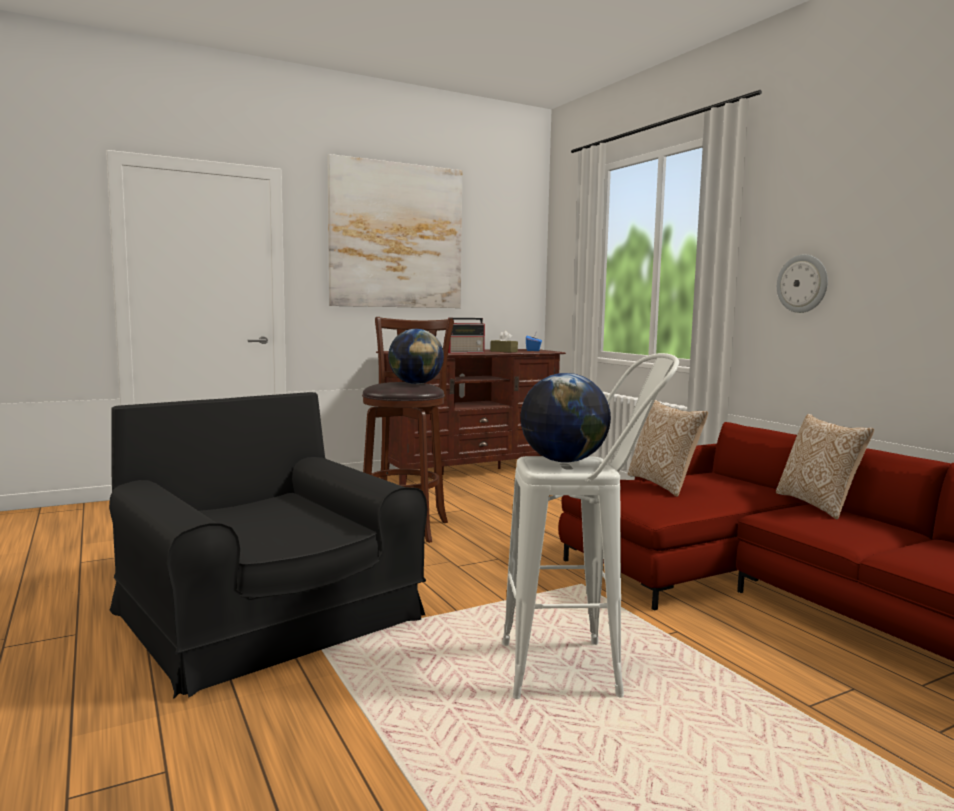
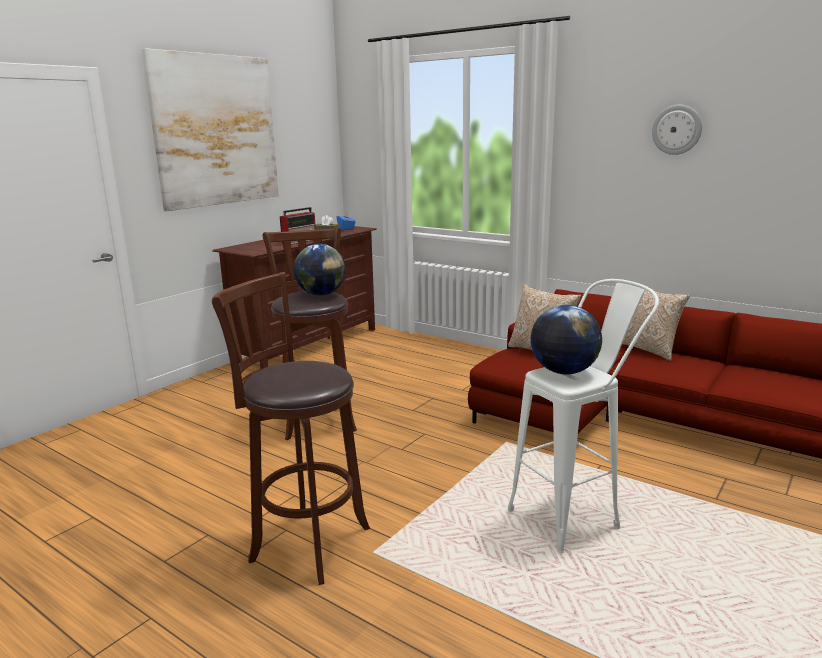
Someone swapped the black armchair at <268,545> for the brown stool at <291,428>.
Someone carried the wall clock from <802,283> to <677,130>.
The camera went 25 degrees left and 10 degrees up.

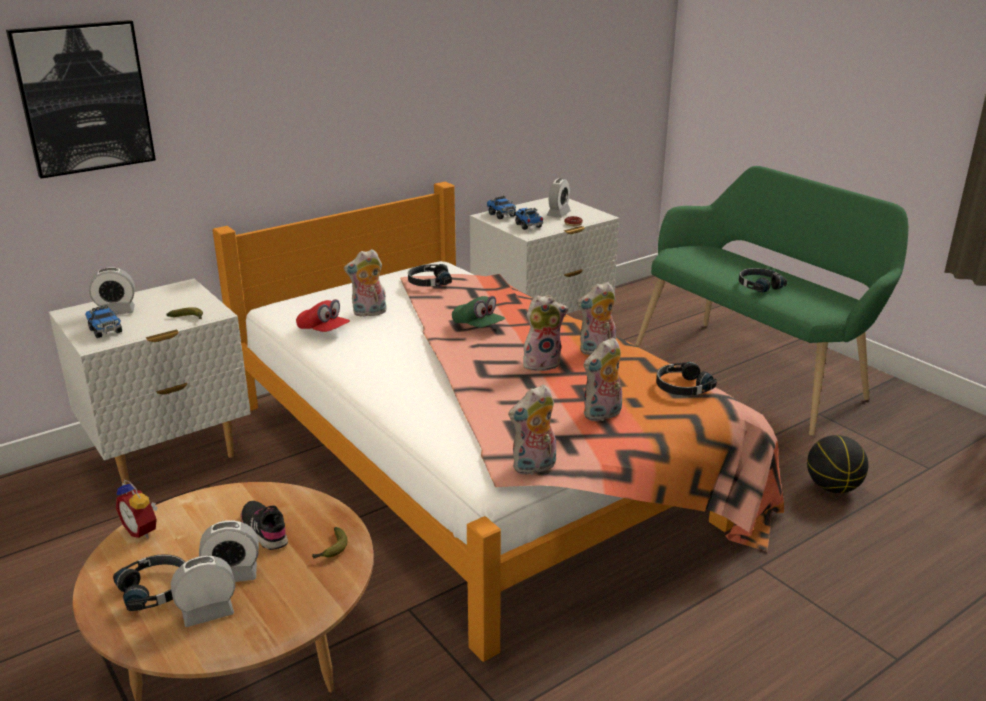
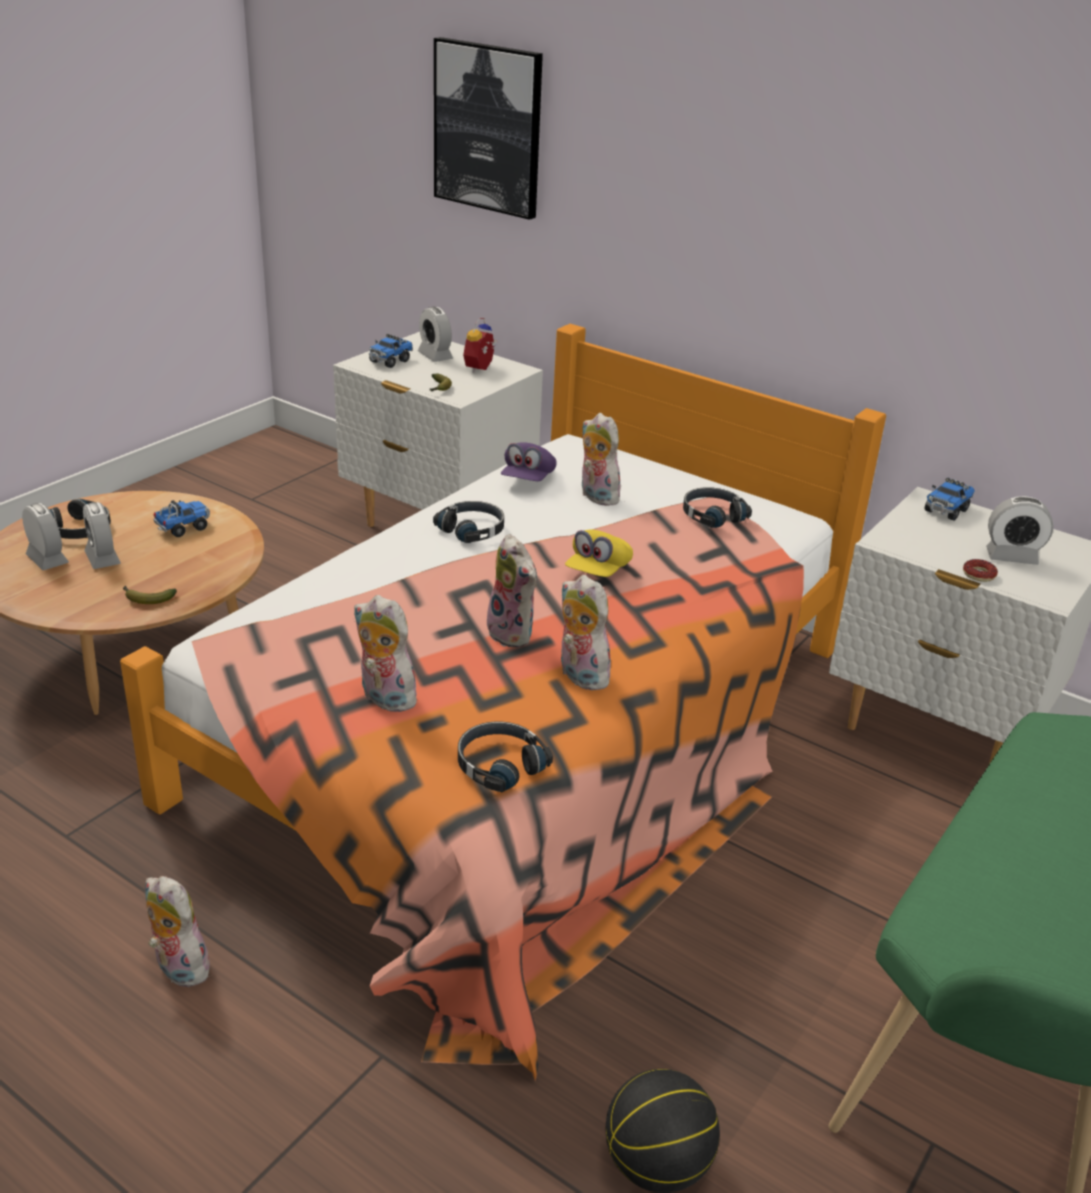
Someone carried the alarm clock from <137,509> to <480,345>.
Someone took away the black shoe at <264,525>.
Someone repainted the red cap at <323,315>, which became the purple cap at <529,461>.
Someone repainted the green cap at <478,312>, which became the yellow cap at <599,553>.
Someone carried the plush toy from <532,430> to <177,931>.
Someone carried the toy truck from <529,219> to <181,518>.
Someone carried the black headphones from <763,280> to <468,522>.
The camera went 70 degrees right and 5 degrees up.

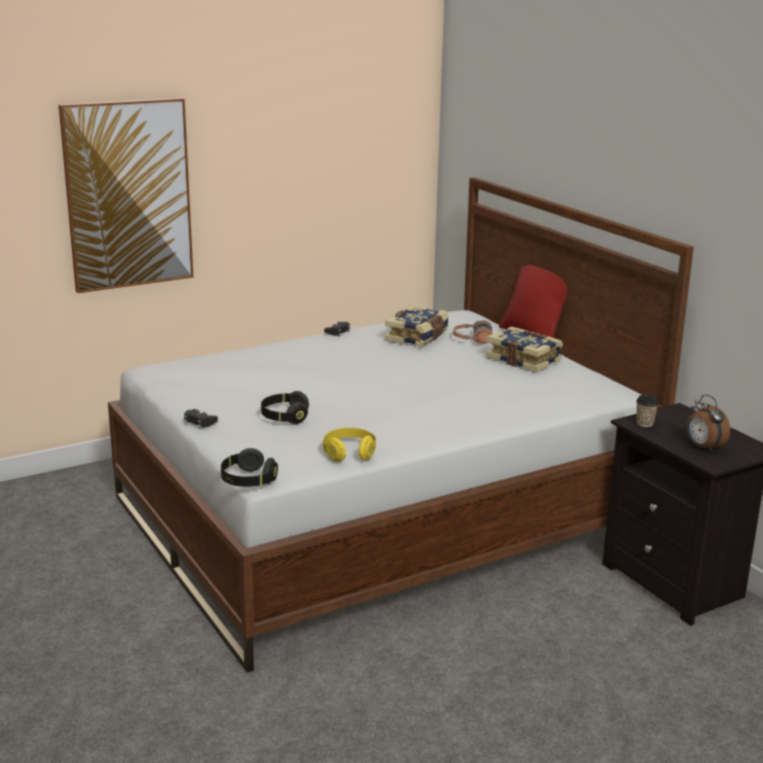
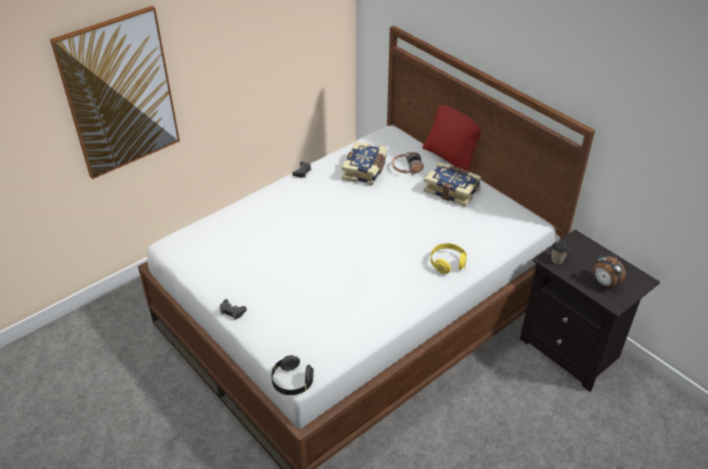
Someone took away the black headphones at <285,407>.
Someone carried the yellow headphones from <349,445> to <449,258>.
The camera went 10 degrees left and 20 degrees up.

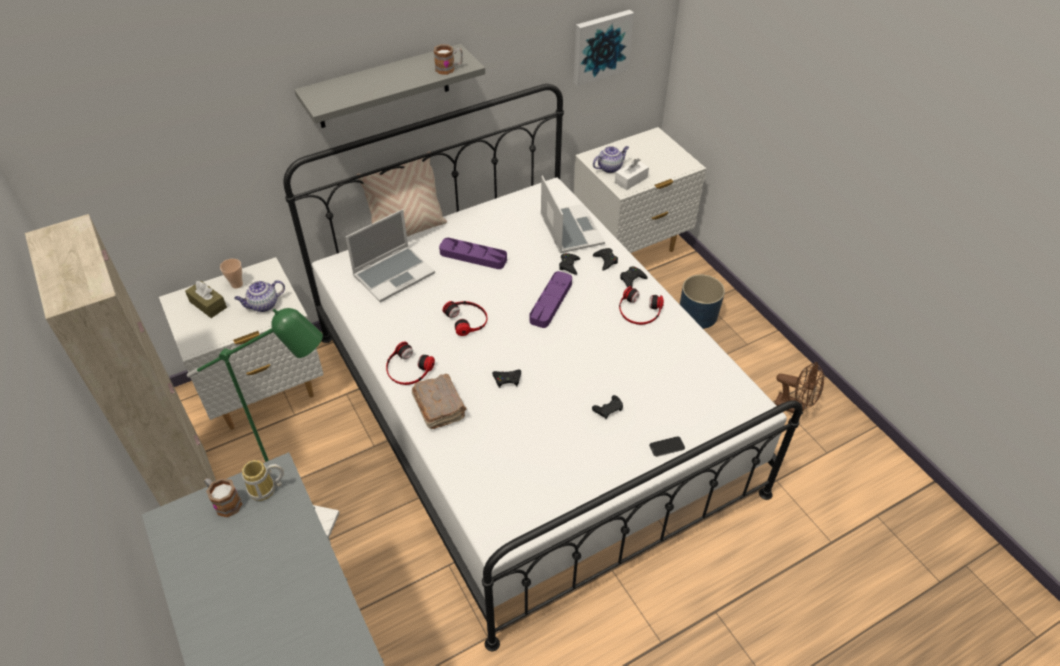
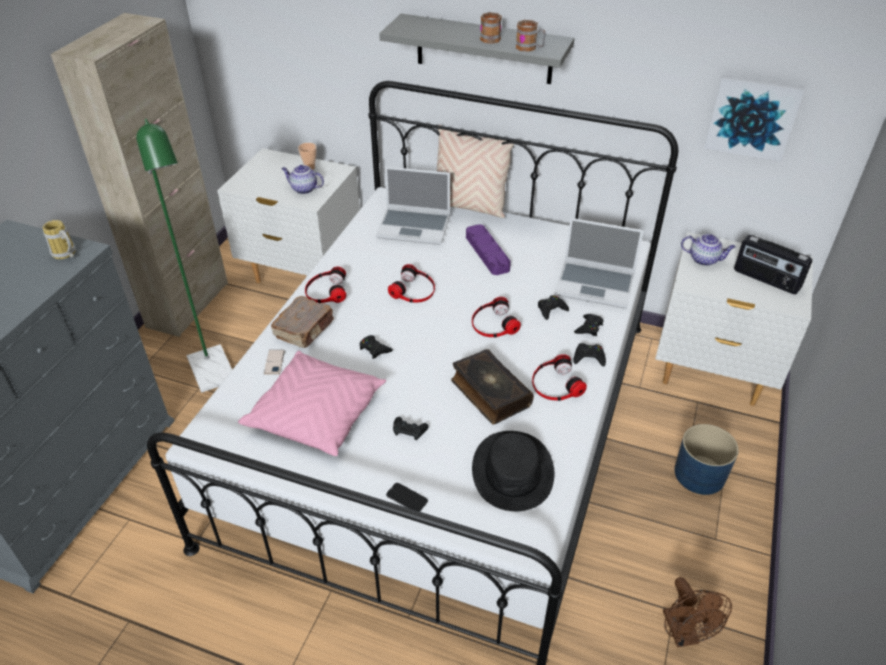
Someone took away the brown tissue box at <206,299>.
Someone carried the mug from <223,498> to <491,28>.
Someone swapped the purple tray at <551,299> for the headphones at <496,317>.
Someone rotated the laptop at <572,214> by 75 degrees clockwise.
Someone took away the white tissue box at <632,174>.
Someone put down the pink pillow at <312,403>.
Someone put down the phone at <274,362>.
Someone put down the book at <492,386>.
Someone put down the black hat at <513,471>.
Someone put down the radio at <773,264>.
The camera went 50 degrees right and 5 degrees down.

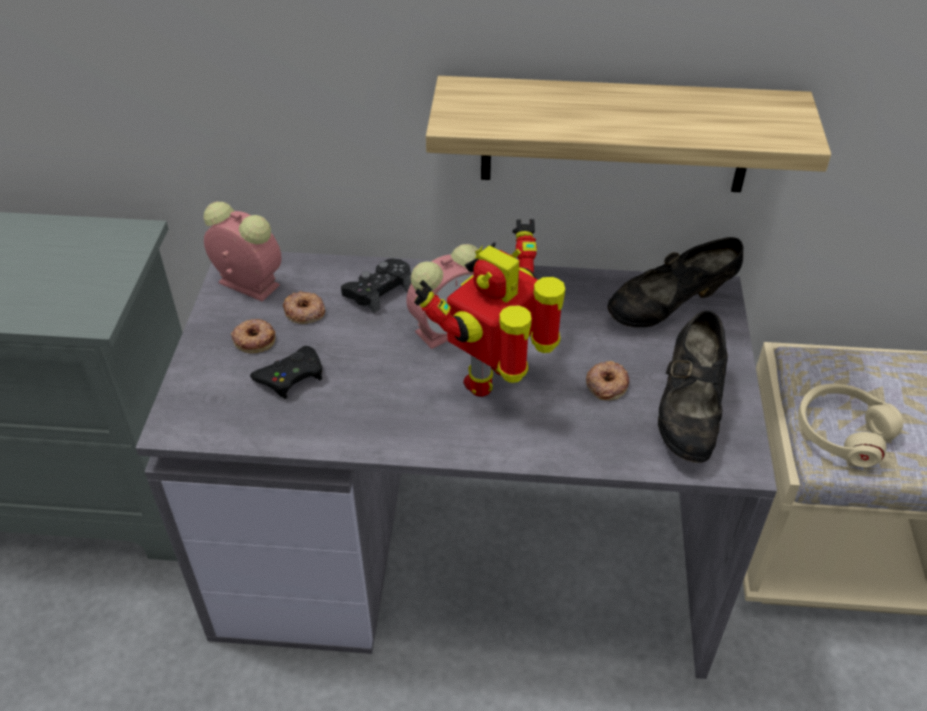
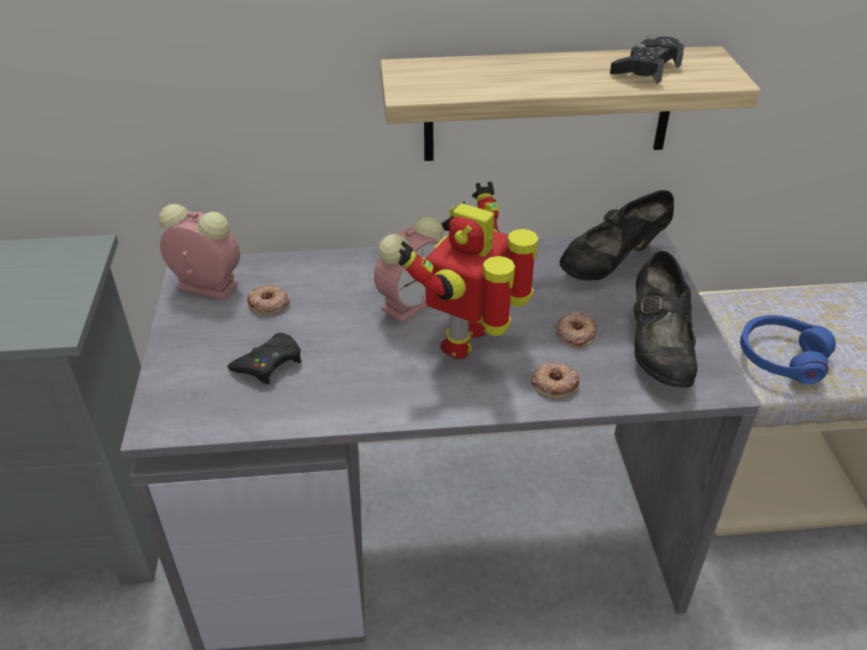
Someone carried the donut from <253,336> to <555,380>.
Someone carried the black game controller from <376,286> to <647,59>.
Someone repainted the beige headphones at <850,425>, which became the blue headphones at <788,349>.
The camera went 10 degrees left and 5 degrees down.

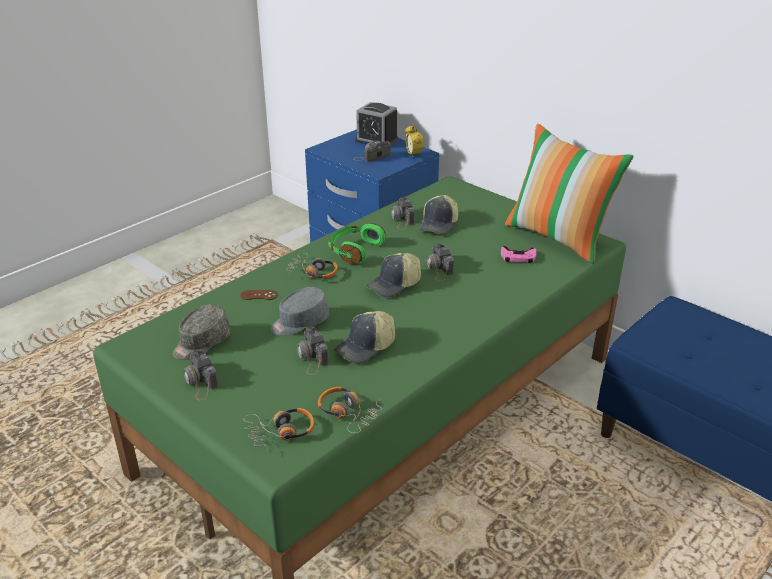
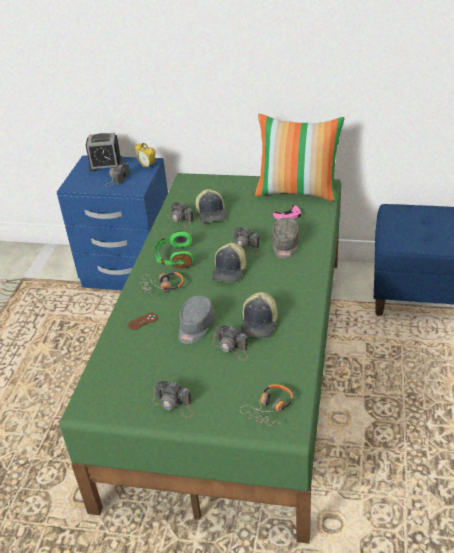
Someone carried the grey cap from <202,332> to <286,238>.
Someone took away the headphones at <350,410>.
The camera went 30 degrees left and 5 degrees up.

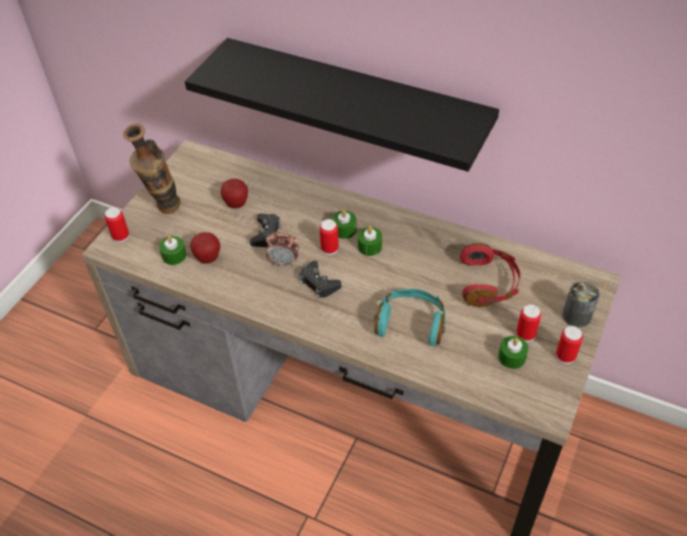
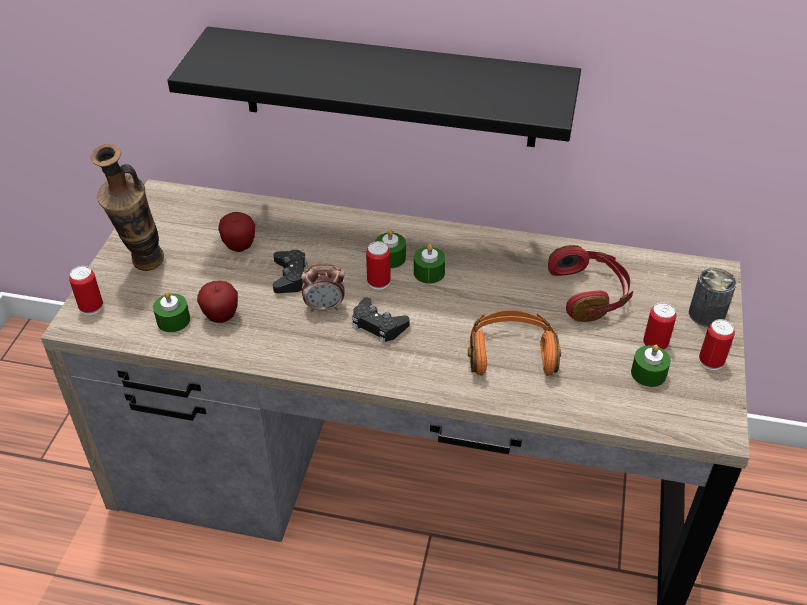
Someone repainted the turquoise headphones at <410,317>, which became the orange headphones at <514,343>.
The camera went 15 degrees left and 5 degrees down.

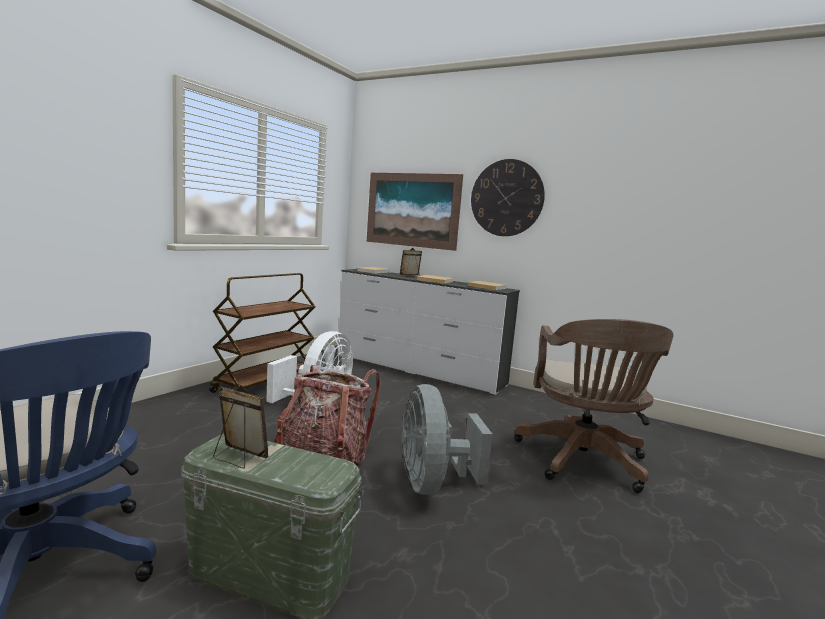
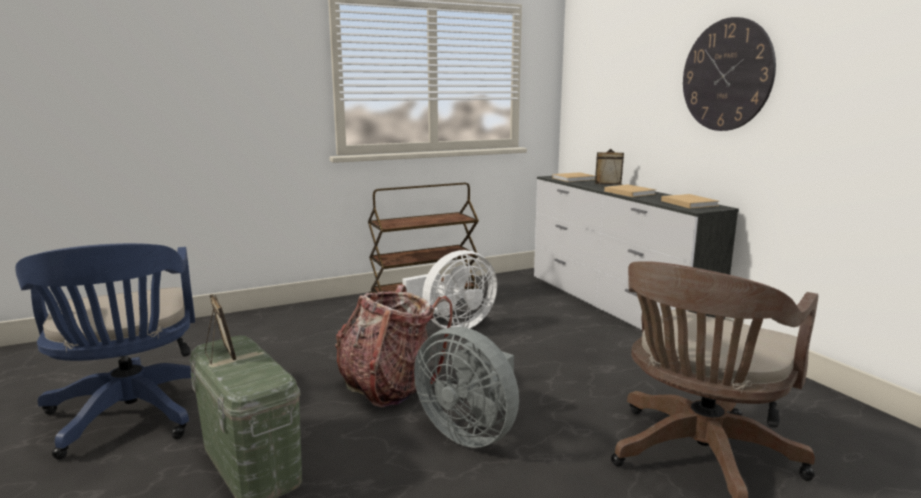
Someone took away the picture at <415,212>.
Someone rotated the grey fan at <447,439> by 75 degrees counterclockwise.
The camera went 35 degrees right and 5 degrees up.

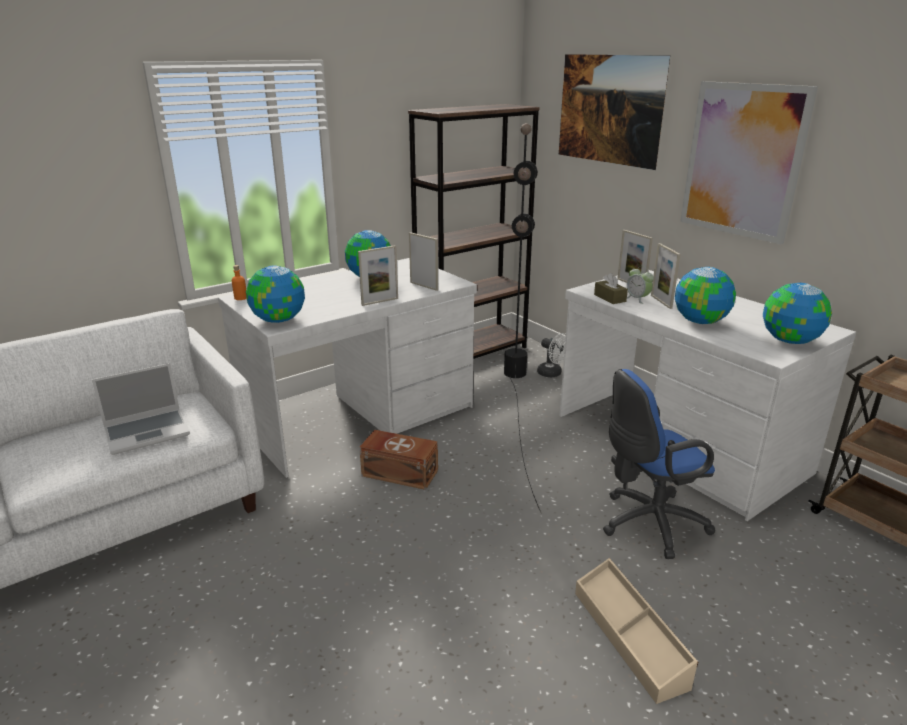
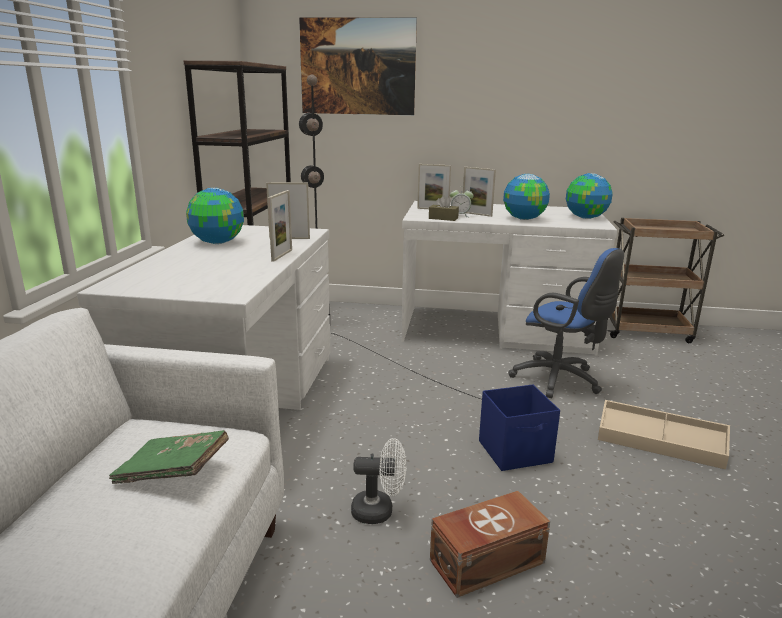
Someone swapped the laptop at <141,409> for the green book at <169,457>.
Someone took away the orange bottle at <239,282>.
Someone took away the globe at <275,294>.
Someone carried the brown storage box from <398,460> to <490,544>.
Someone carried the white fan from <551,355> to <378,481>.
Someone rotated the blue office chair at <659,464> by 75 degrees counterclockwise.
Someone took away the picture at <749,162>.
Someone put down the blue storage box at <519,427>.
The camera went 45 degrees left and 5 degrees down.

